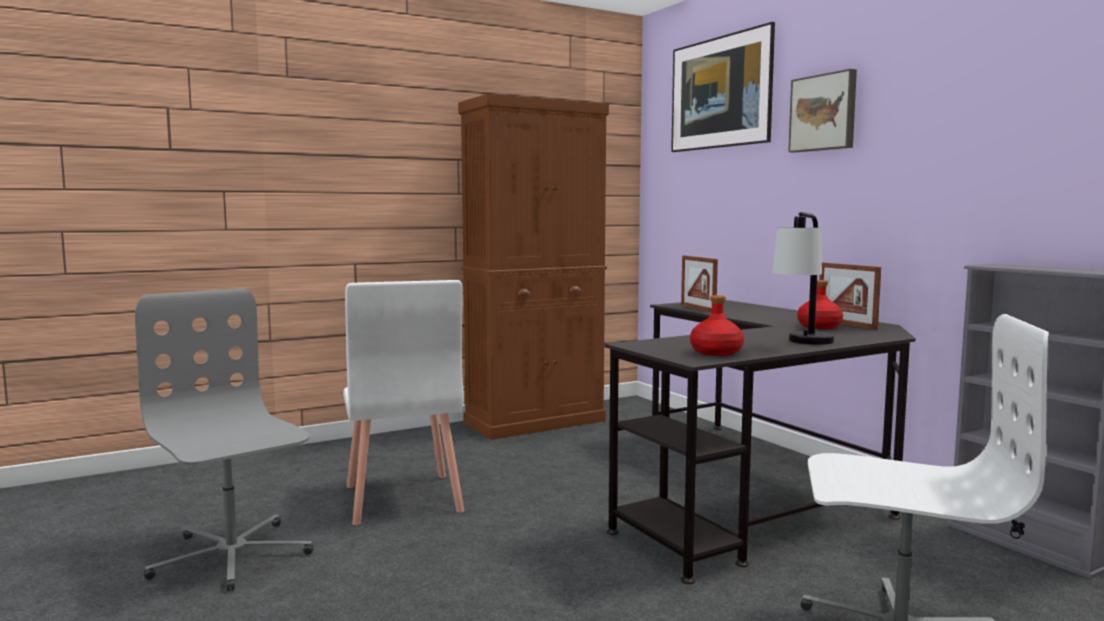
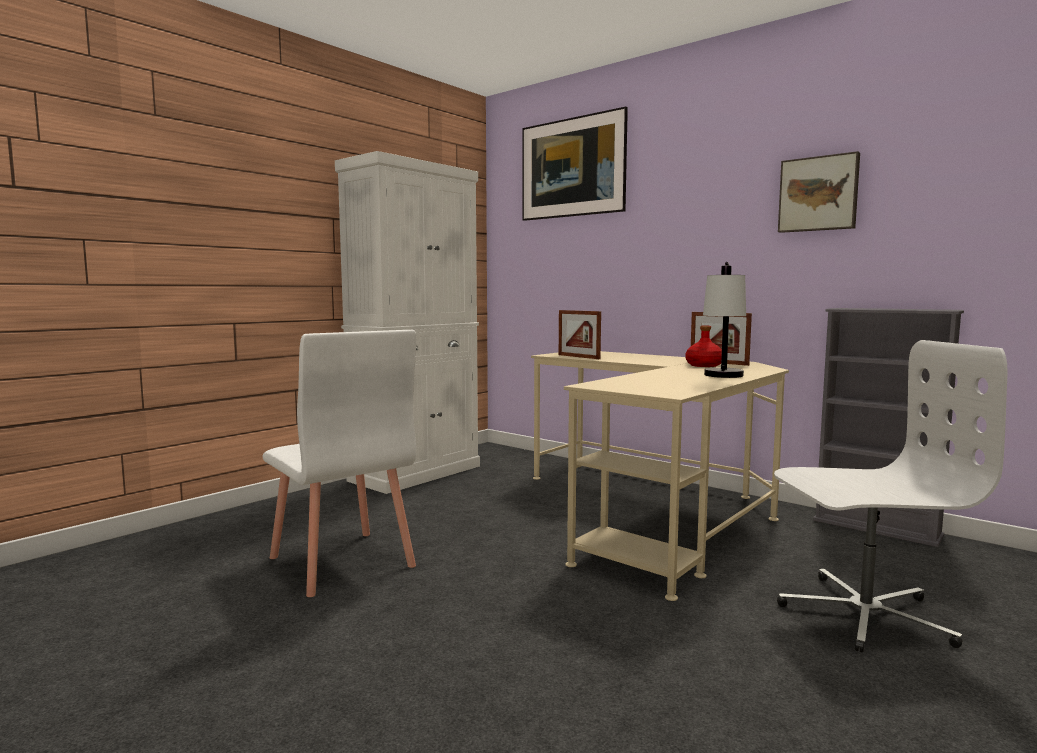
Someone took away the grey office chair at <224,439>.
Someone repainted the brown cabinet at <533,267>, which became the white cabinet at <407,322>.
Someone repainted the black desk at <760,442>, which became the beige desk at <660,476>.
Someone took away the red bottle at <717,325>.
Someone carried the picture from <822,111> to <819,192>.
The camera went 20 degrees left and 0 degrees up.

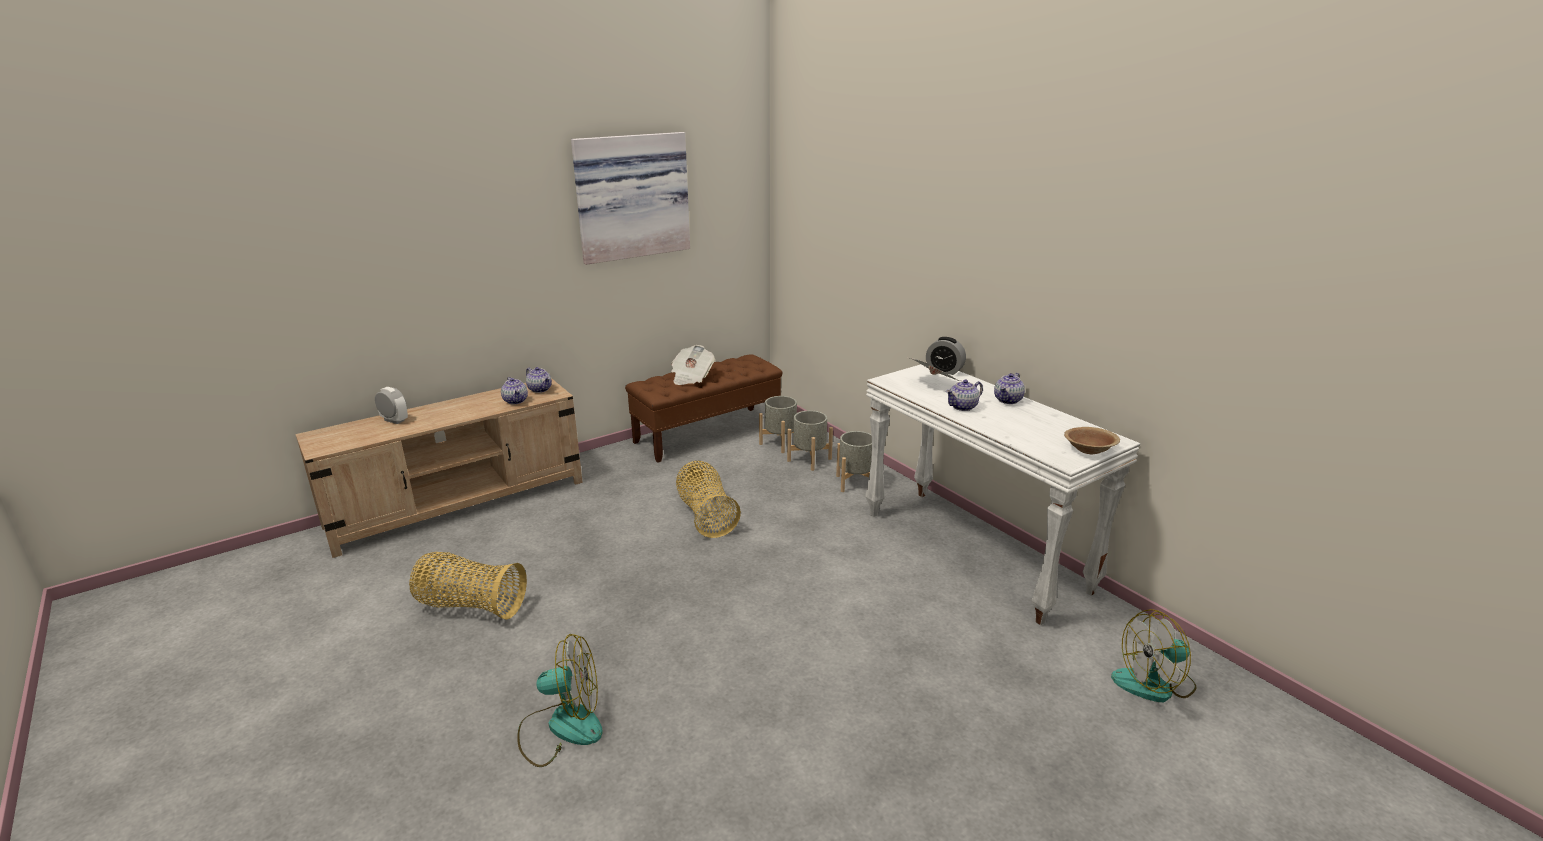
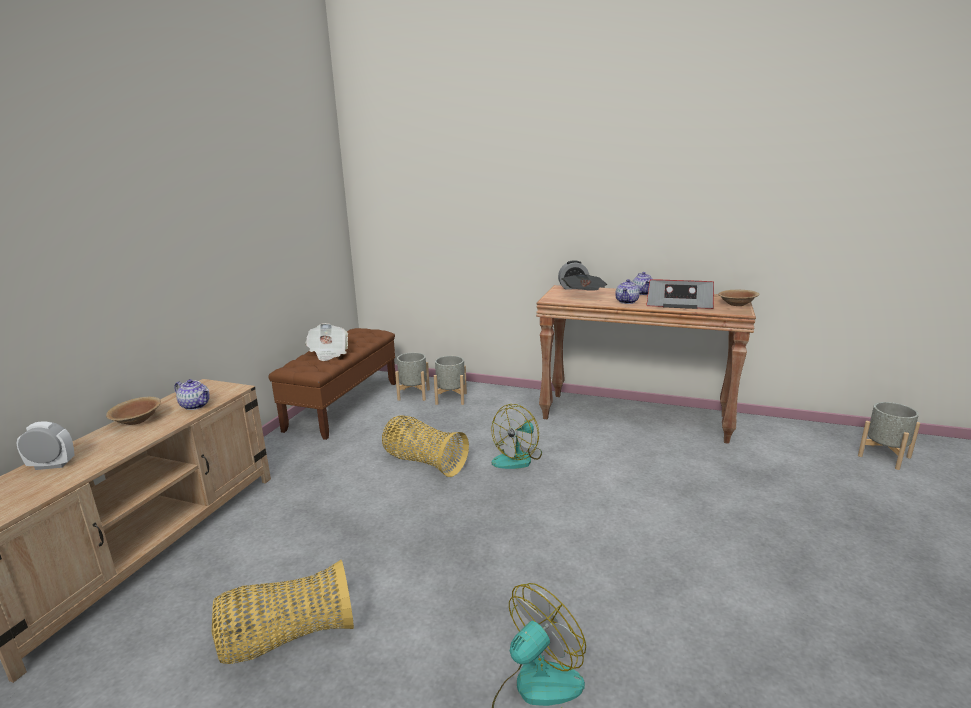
Someone took away the teapot at <539,380>.
Someone took away the picture at <630,198>.
Someone carried the grey planter from <854,461> to <889,436>.
Someone repainted the white console table at <1002,494>, which became the brown console table at <646,364>.
Someone carried the fan from <1154,655> to <516,436>.
Someone put down the brown bowl at <133,411>.
Someone put down the radio at <680,294>.
The camera went 35 degrees left and 5 degrees down.

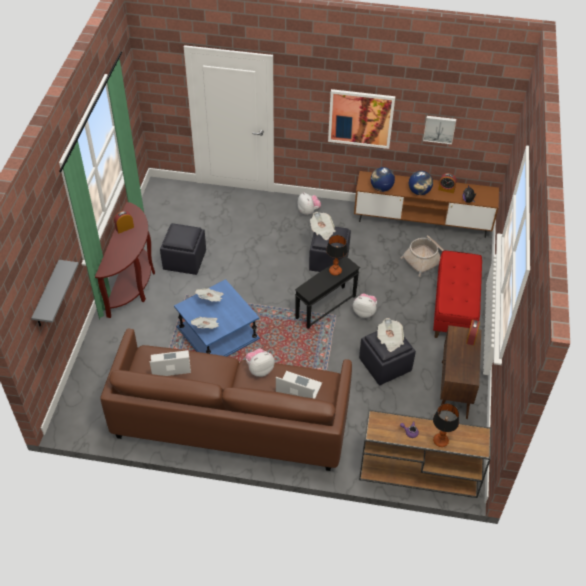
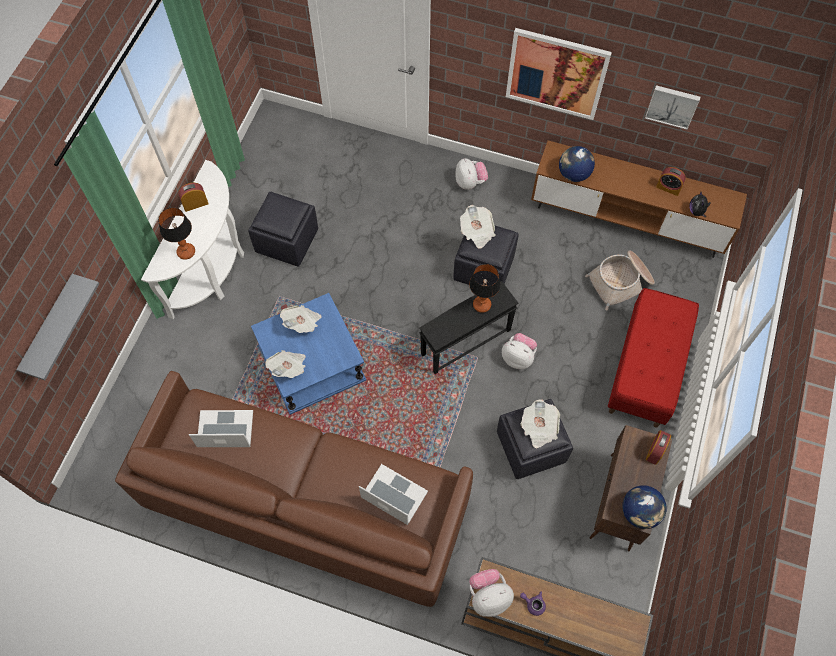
Someone repainted the brown console table at <125,260>, which became the white console table at <192,239>.
Someone carried the plush toy from <260,363> to <491,593>.
Someone carried the globe from <421,183> to <644,507>.
Someone carried the table lamp from <446,425> to <176,234>.
The camera went 10 degrees right and 15 degrees up.

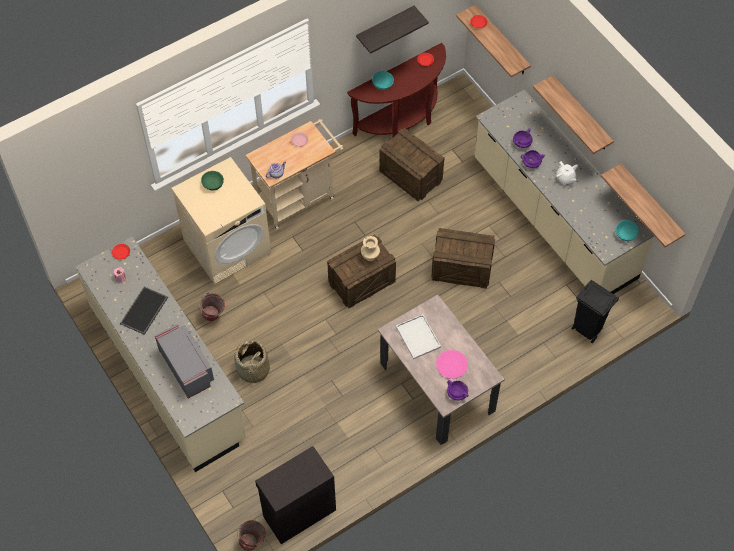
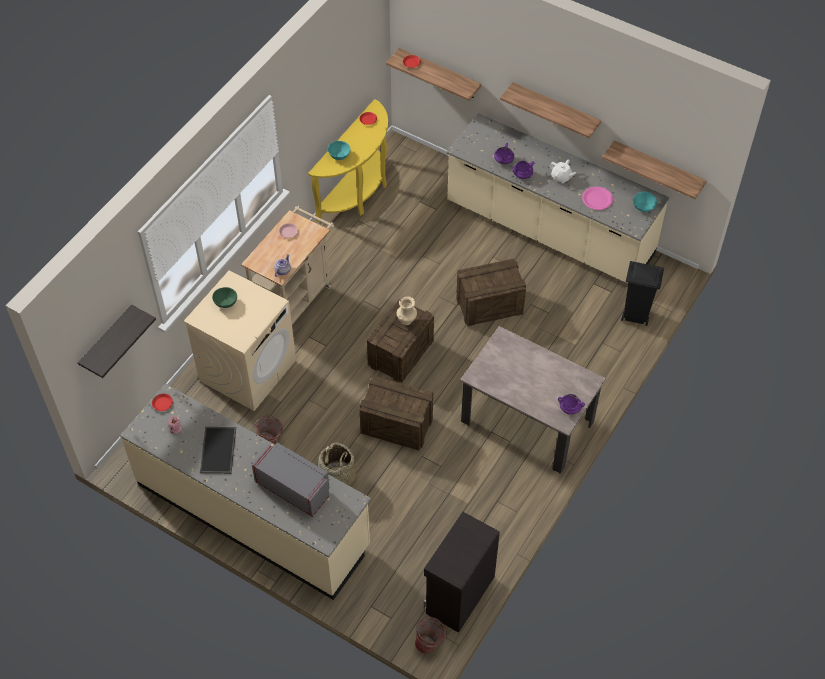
Someone repainted the brown console table at <396,90>, which became the yellow console table at <348,161>.
Someone carried the shelf from <392,30> to <117,341>.
Someone carried the crate from <411,164> to <396,413>.
Someone took away the white tray at <418,336>.
Someone carried the pink plate from <452,364> to <597,198>.
The camera went 25 degrees left and 5 degrees down.

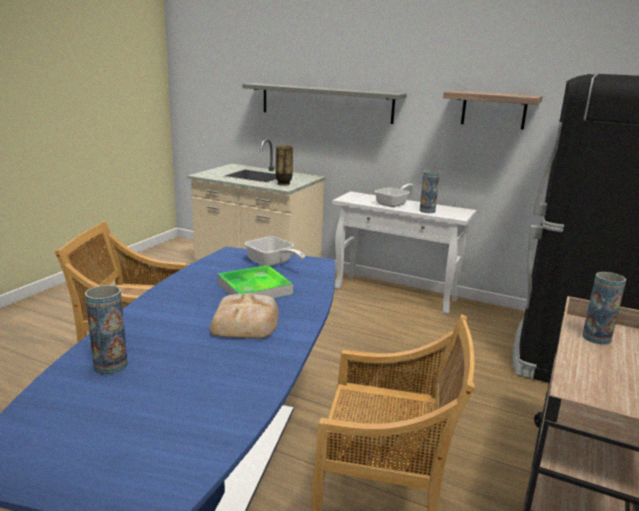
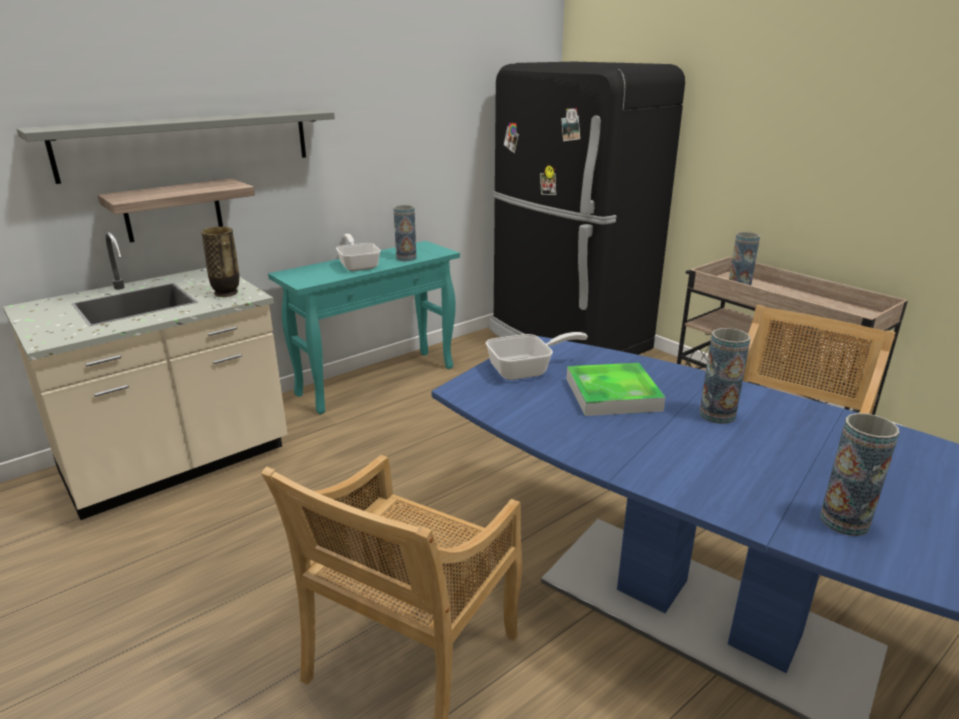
Someone swapped the bread at <244,316> for the vase at <725,376>.
Someone repainted the white console table at <404,252>, which became the turquoise console table at <364,327>.
Someone carried the shelf from <493,110> to <176,211>.
The camera went 65 degrees left and 5 degrees up.

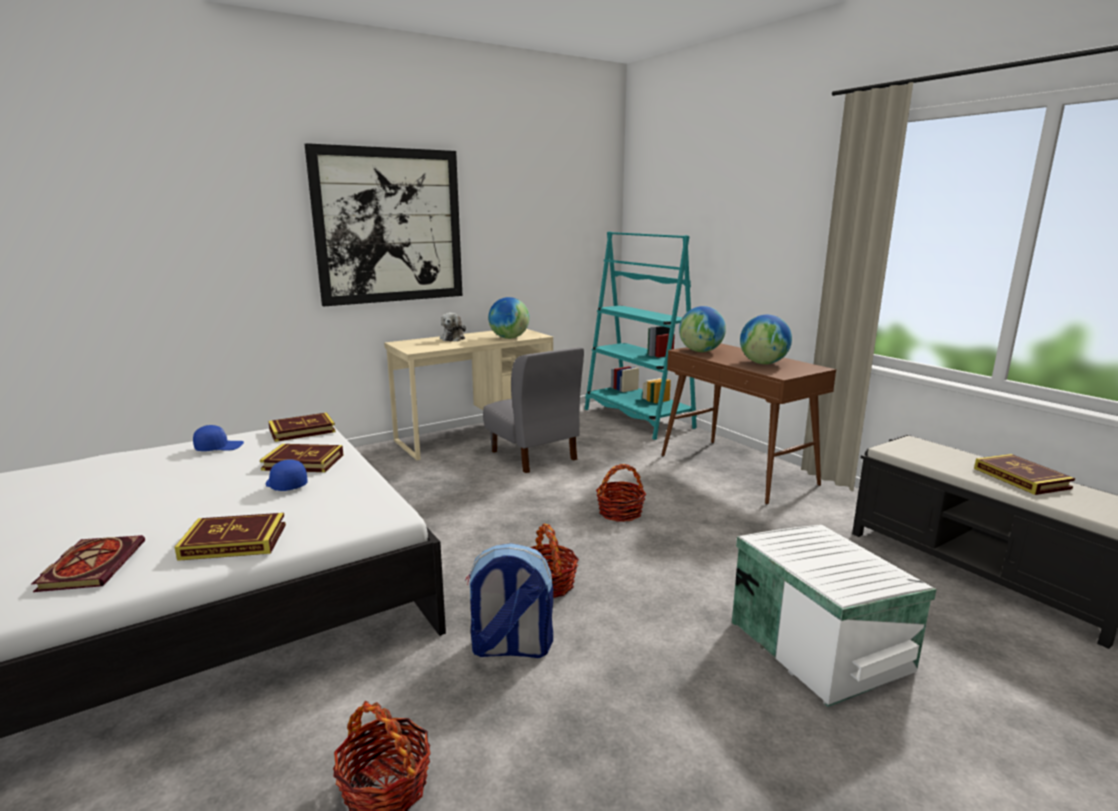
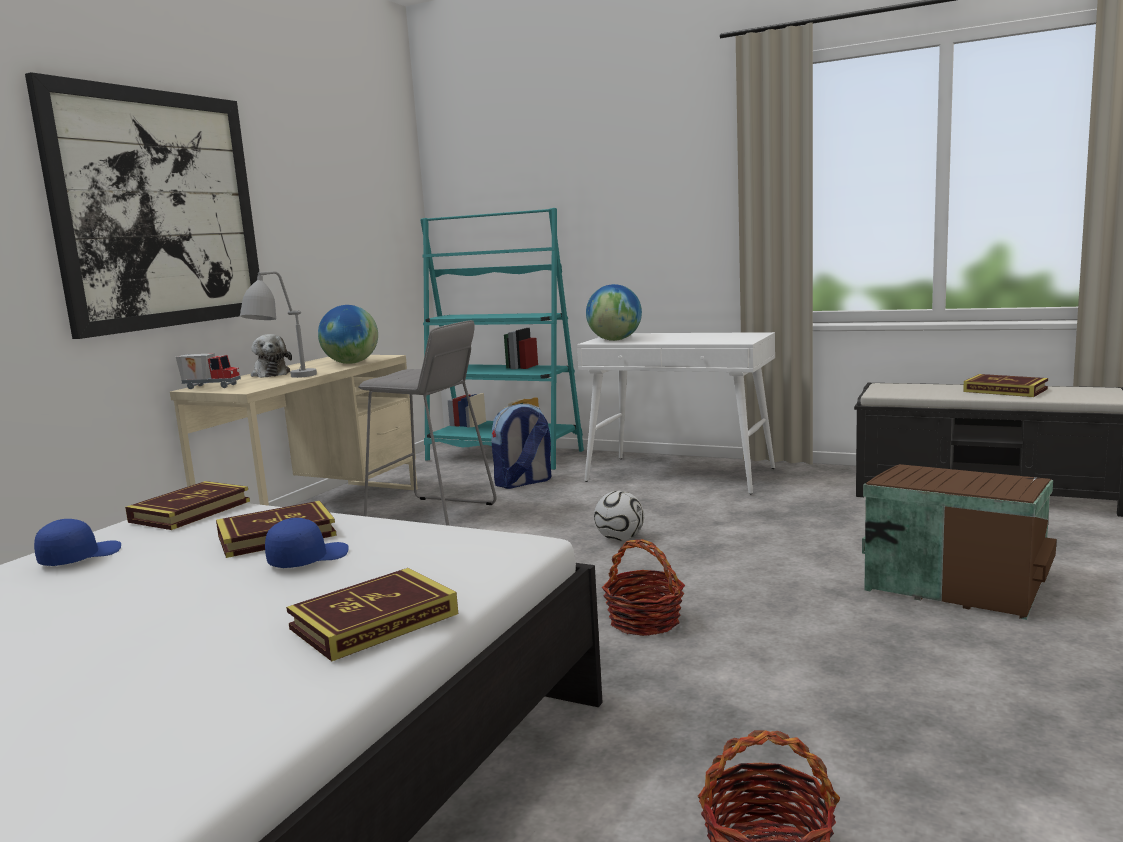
Someone took away the book at <88,563>.
Someone rotated the blue cap at <287,475> by 120 degrees clockwise.
Someone carried the backpack from <509,600> to <521,446>.
Someone swapped the grey chair at <533,410> for the grey stool at <427,423>.
Someone swapped the basket at <621,493> for the football at <619,516>.
Someone repainted the brown console table at <749,423>, which became the white console table at <676,413>.
Someone repainted the white storage box at <834,616>, which became the brown storage box at <959,542>.
Someone took away the globe at <766,339>.
Someone put down the toy truck at <208,371>.
Someone put down the grey table lamp at <278,324>.
The camera went 30 degrees left and 5 degrees down.

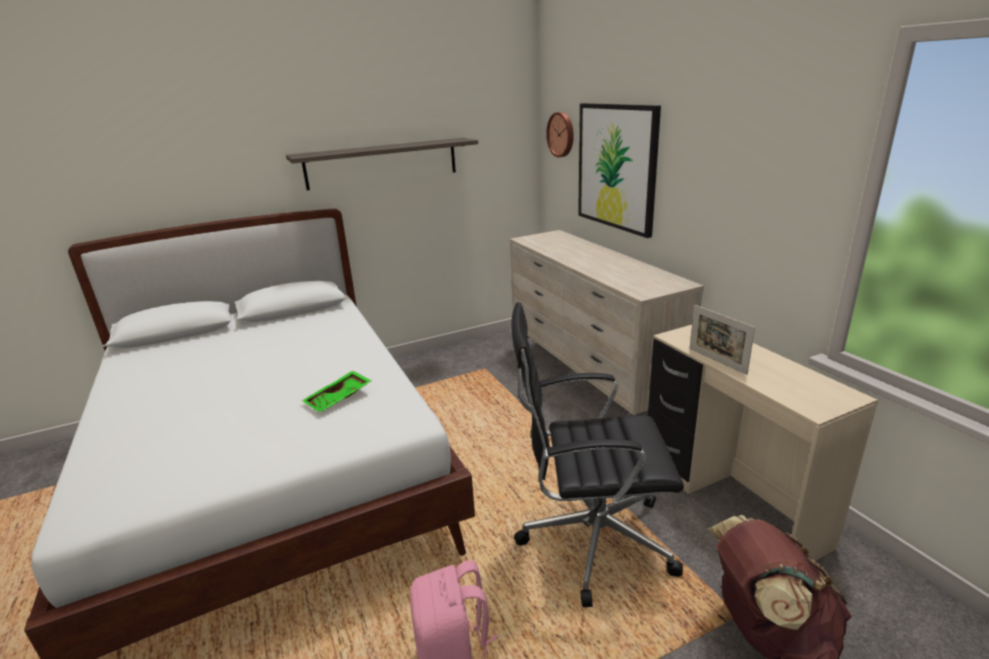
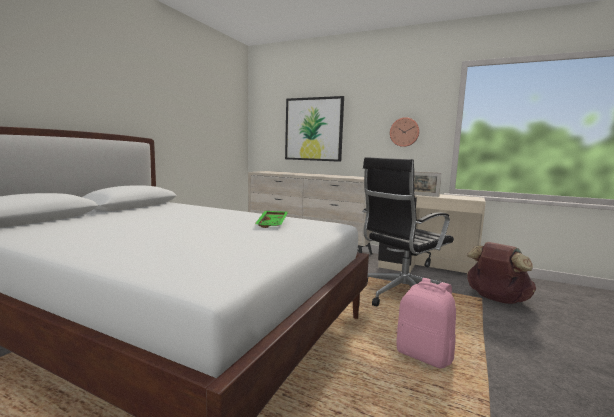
Someone took away the shelf at <382,164>.
Someone carried the wall clock from <560,134> to <405,132>.
The camera went 40 degrees left and 15 degrees down.

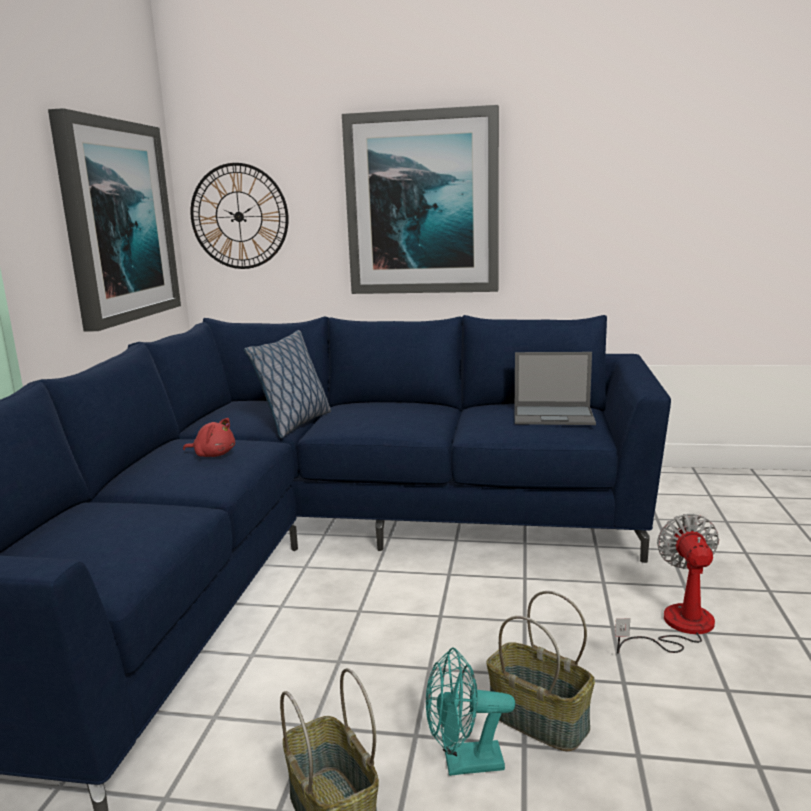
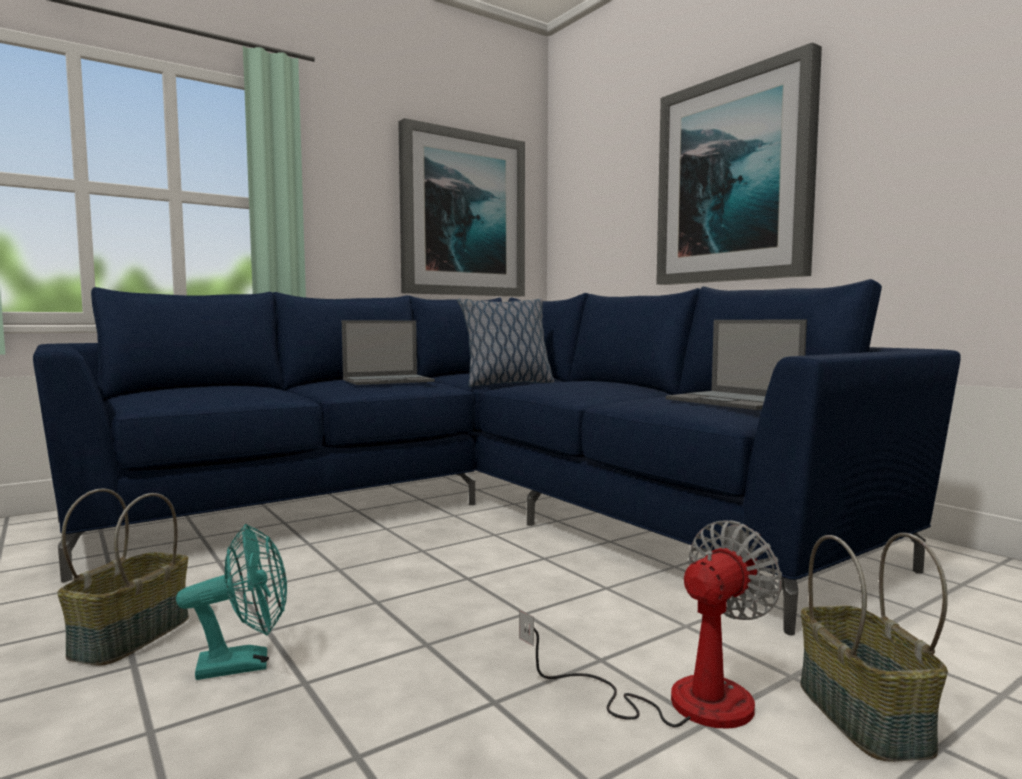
Someone swapped the red plush toy at <209,437> for the laptop at <388,352>.
Someone took away the wall clock at <239,216>.
Someone rotated the turquoise fan at <470,711> by 120 degrees clockwise.
Someone carried the basket from <540,671> to <874,647>.
The camera went 45 degrees right and 10 degrees down.

